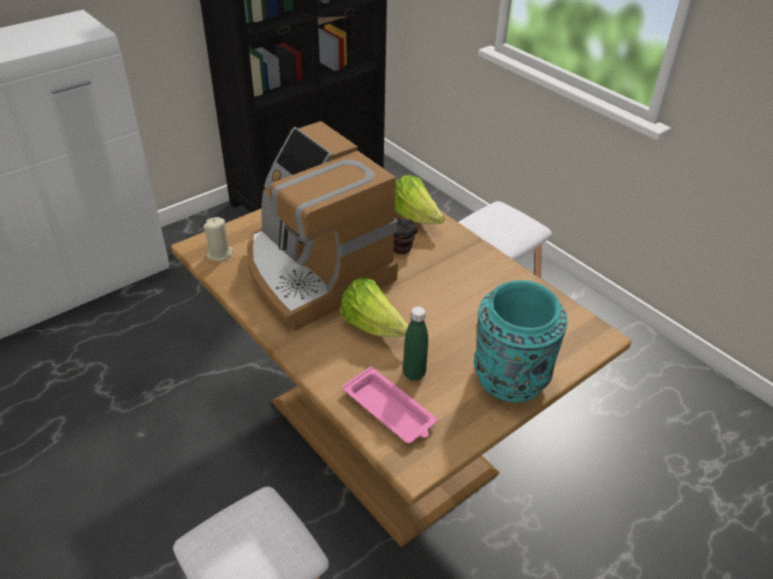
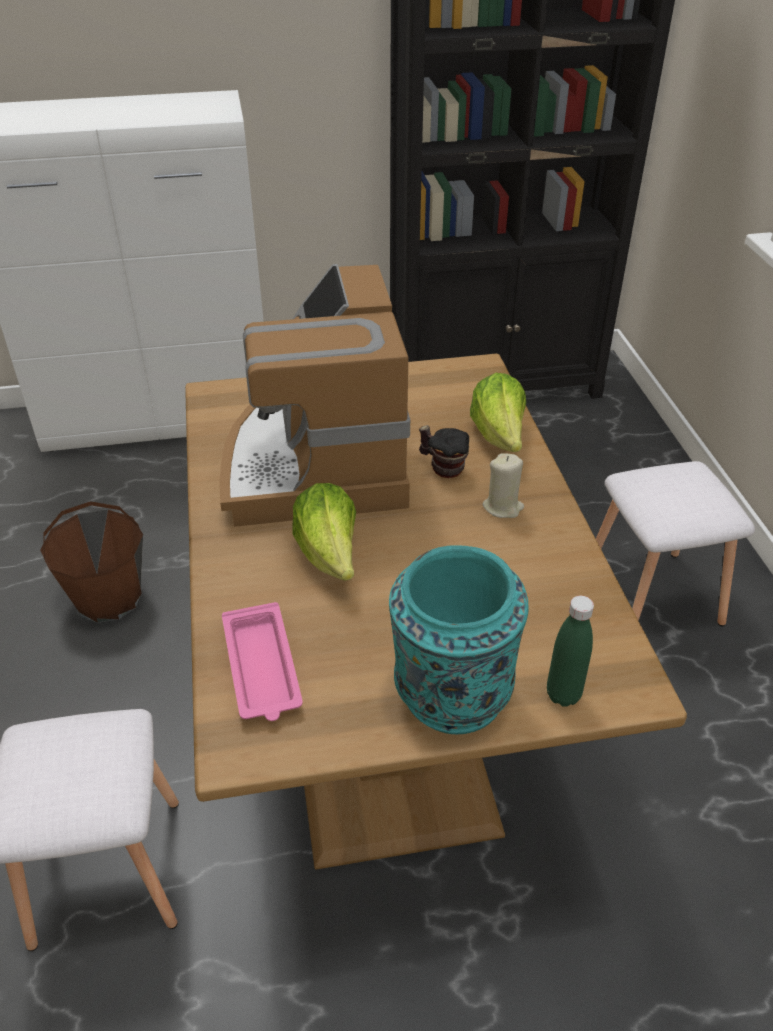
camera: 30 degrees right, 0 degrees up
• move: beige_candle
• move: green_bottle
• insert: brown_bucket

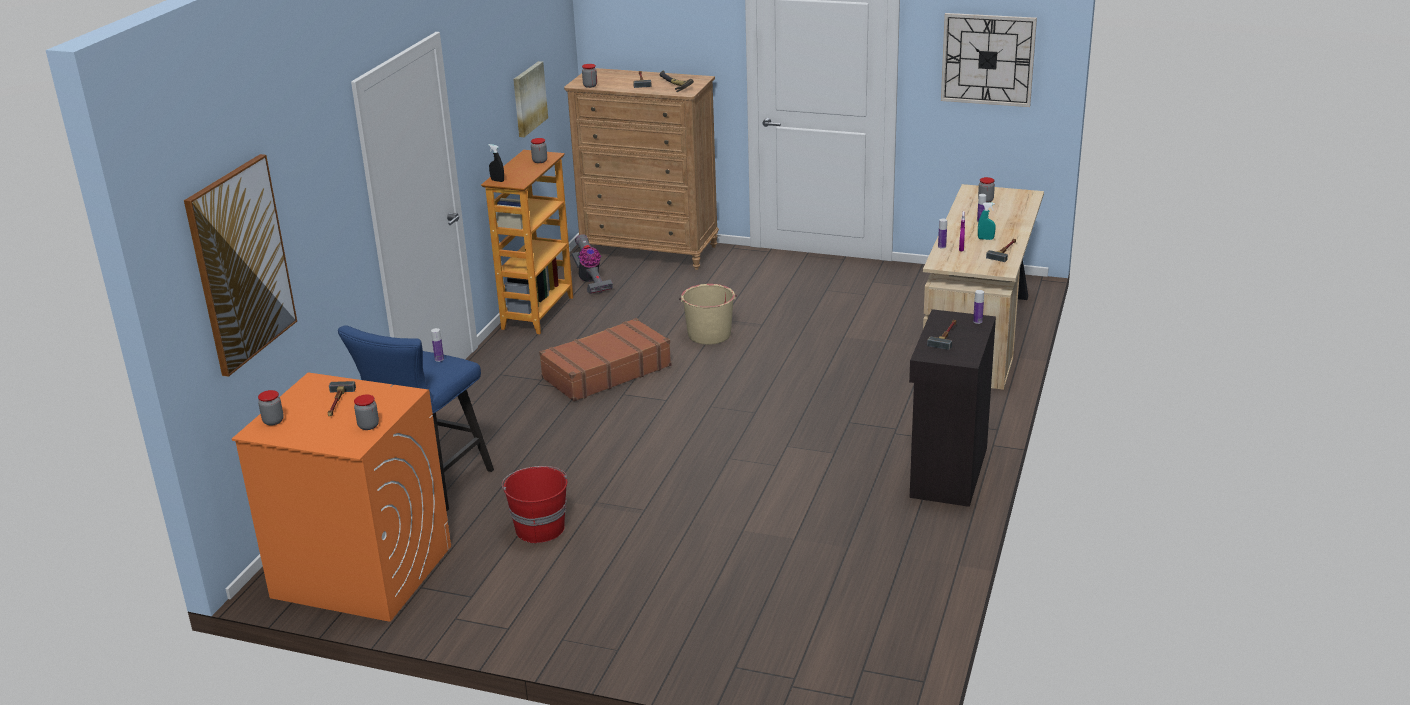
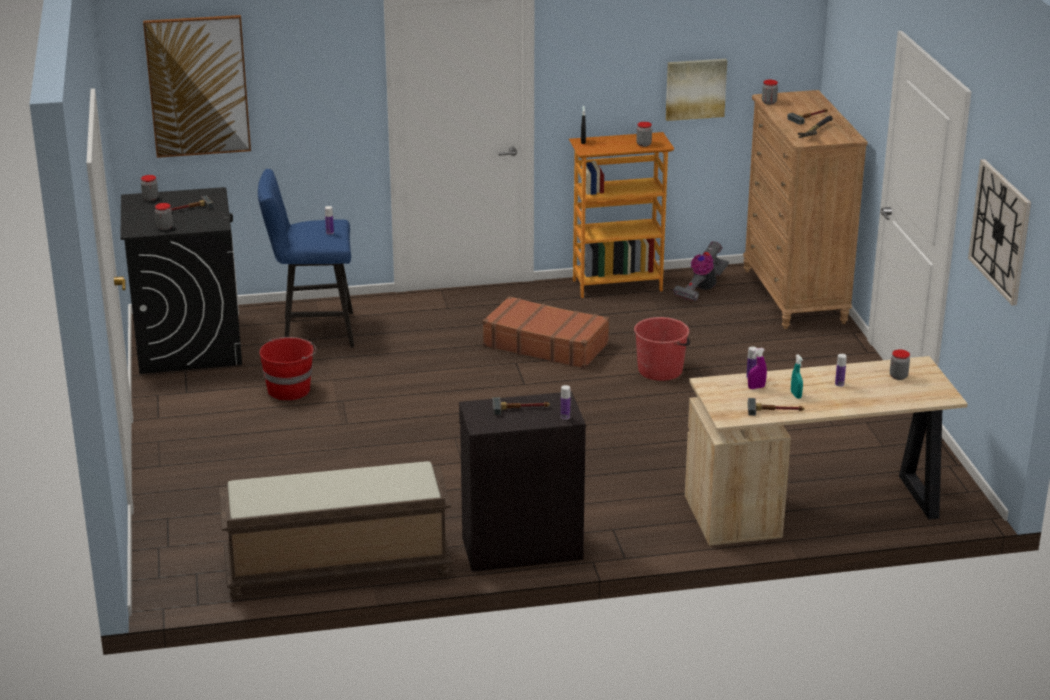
camera: 60 degrees right, 0 degrees up
• recolor: orange_washing_machine to black_washing_machine
• recolor: beige_bucket to red_bucket (2nd from left)
• insert: brown_bench

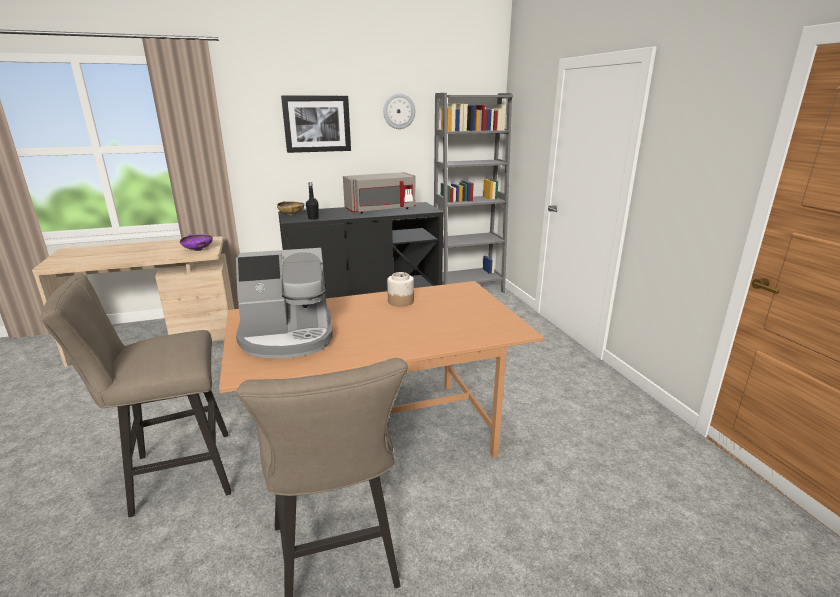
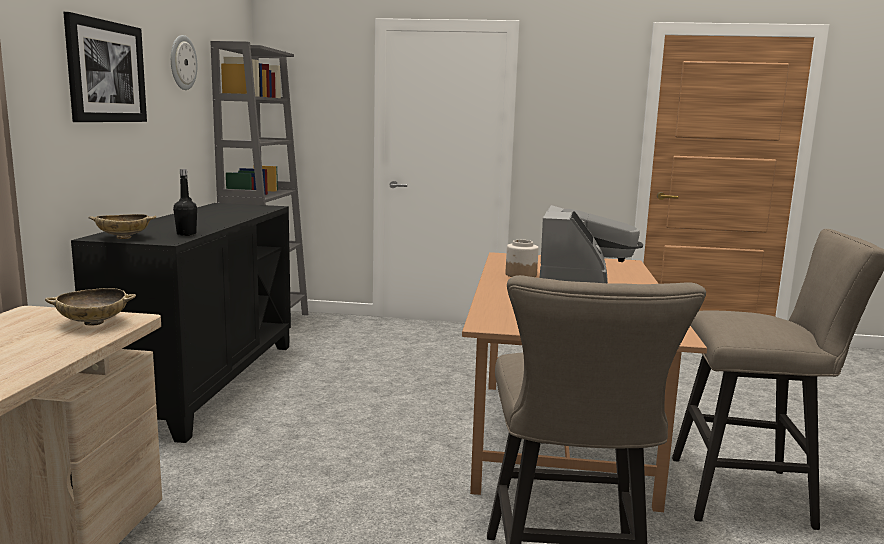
camera: 65 degrees left, 10 degrees down
• recolor: purple_bowl to beige_bowl (1st from left)
• delete: grey_microwave

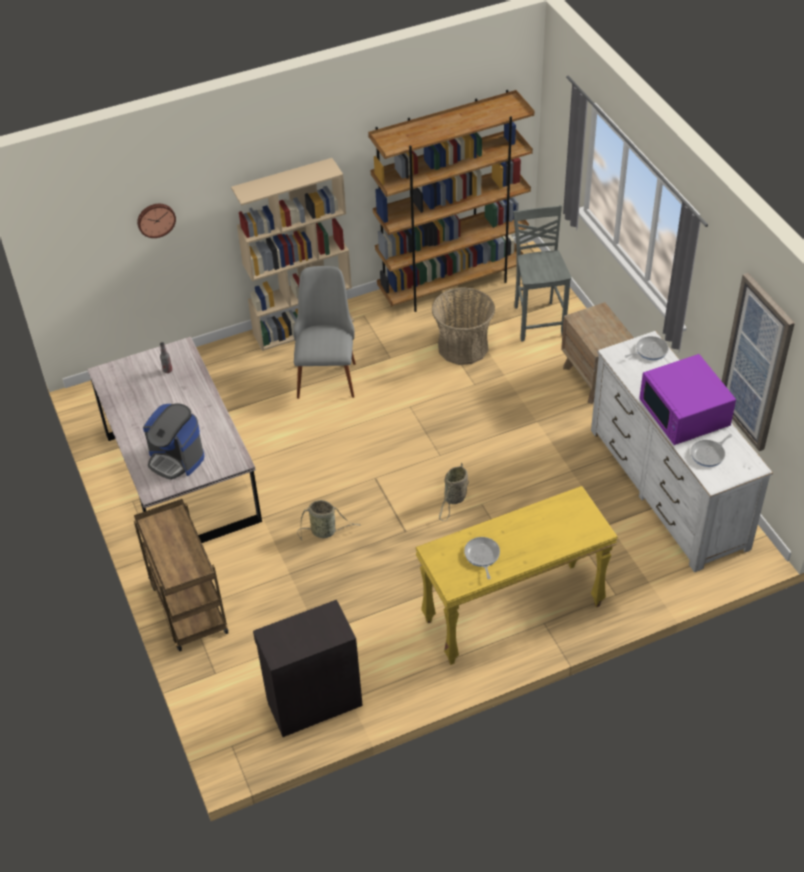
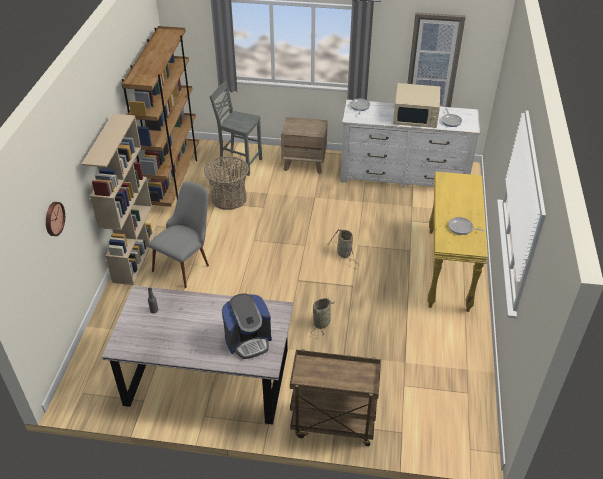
camera: 60 degrees left, 5 degrees down
• delete: black_cabinet
• rotate: grey_chair (1st from left) 90 degrees clockwise
• recolor: purple_microwave to beige_microwave

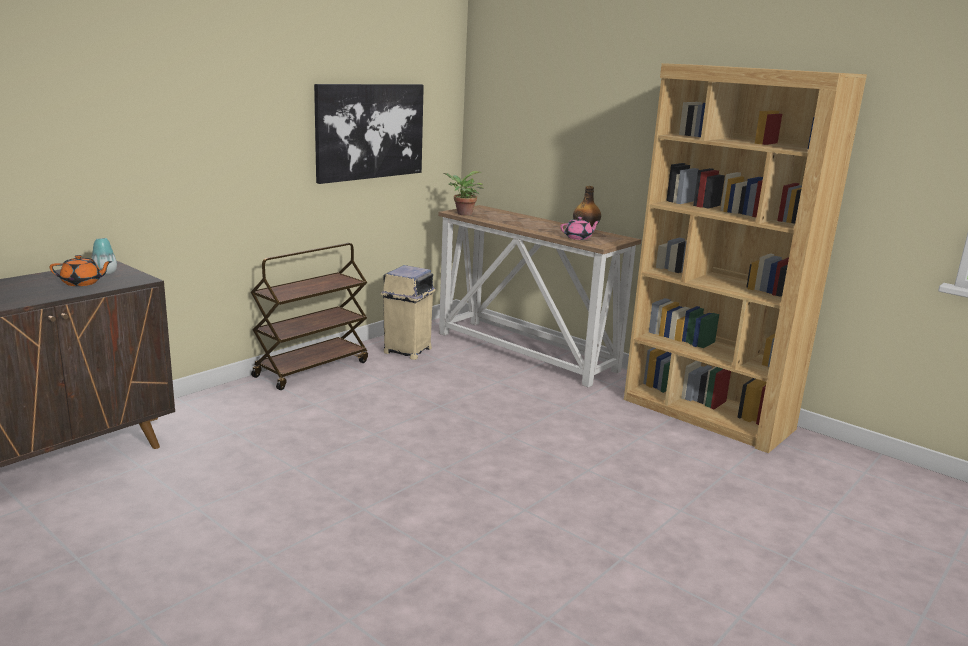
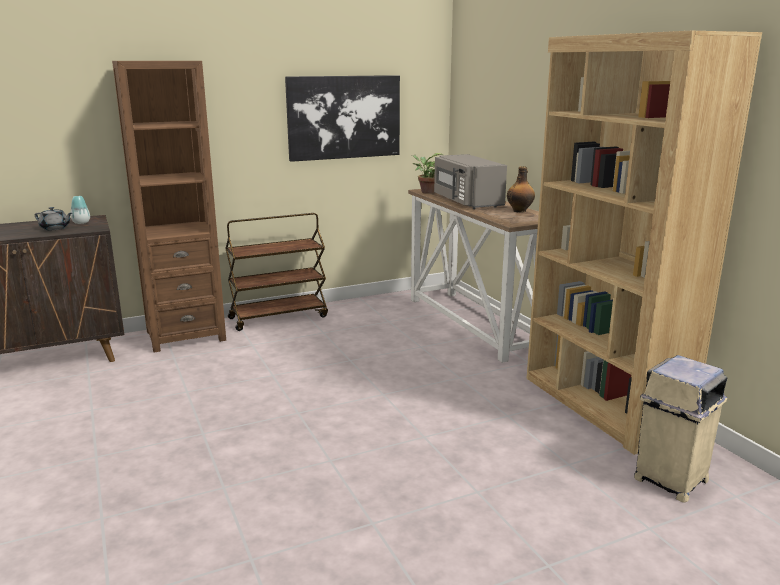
camera: 25 degrees right, 0 degrees up
• recolor: orange_teapot to grey_teapot
• move: beige_trash_can
• delete: pink_teapot
• insert: brown_bookcase (1st from left)
• insert: grey_microwave

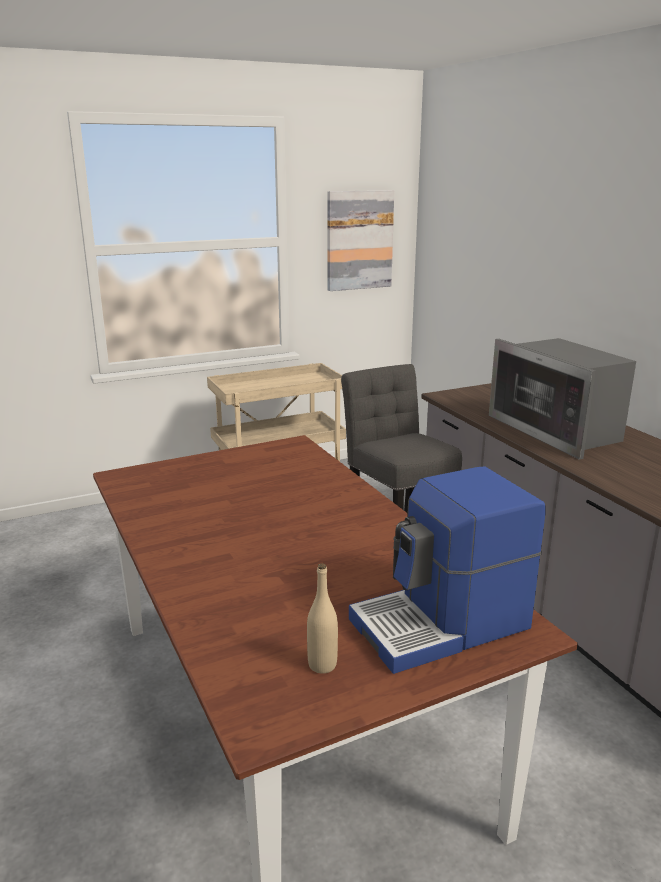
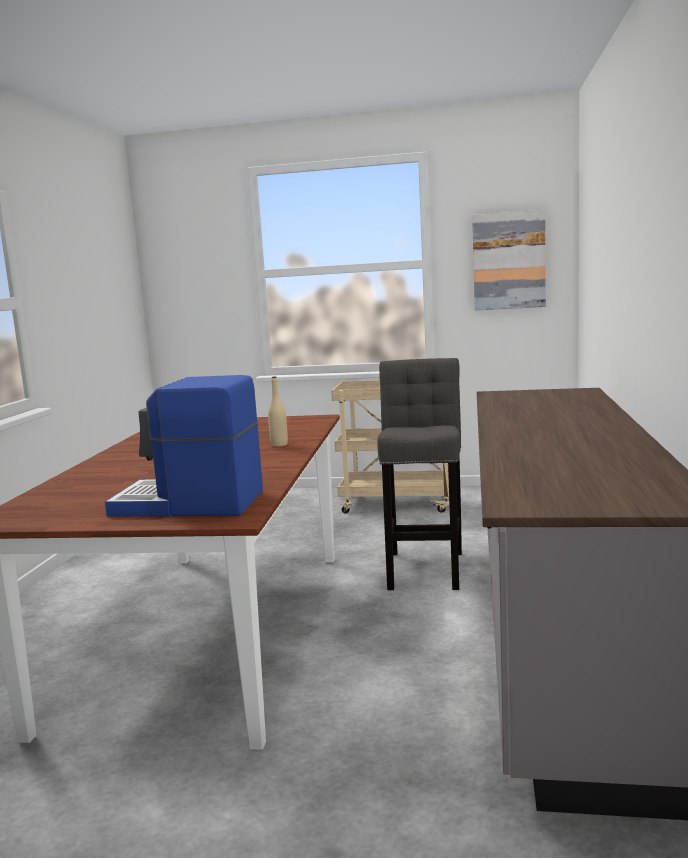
camera: 35 degrees right, 10 degrees down
• move: beige_bottle
• delete: microwave

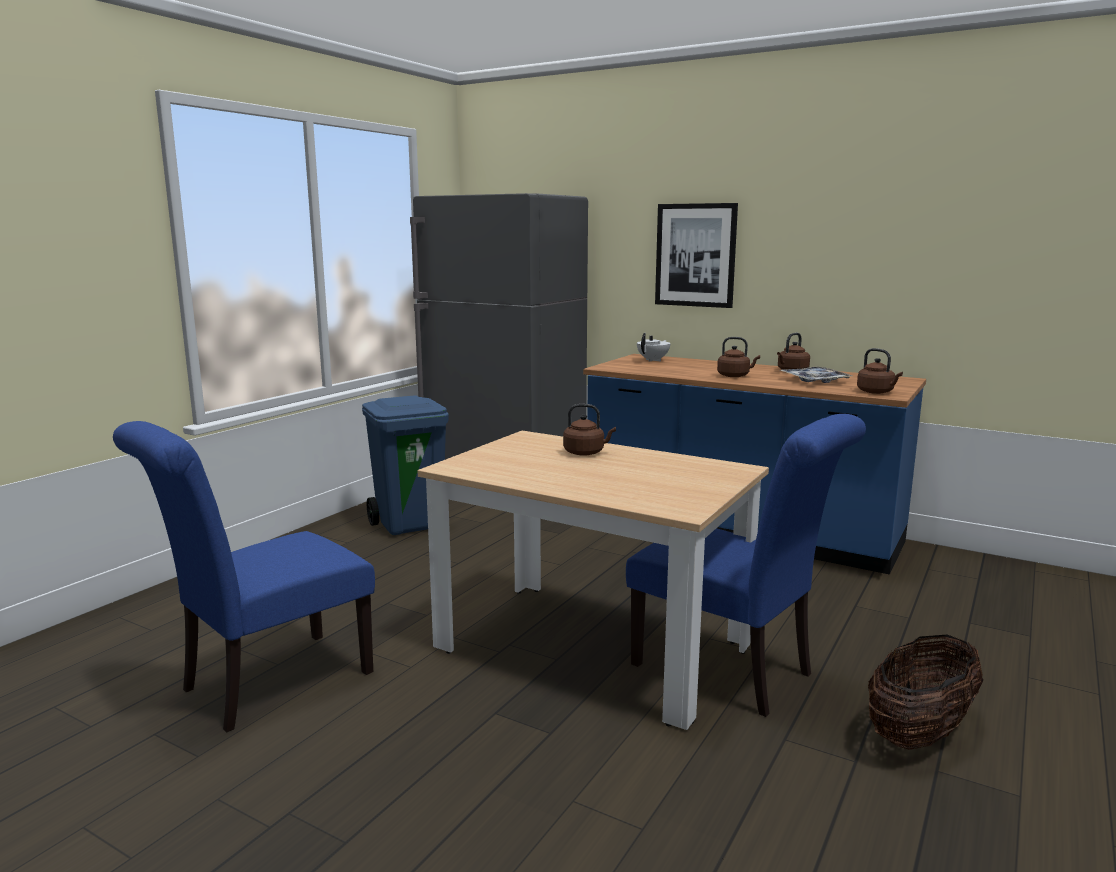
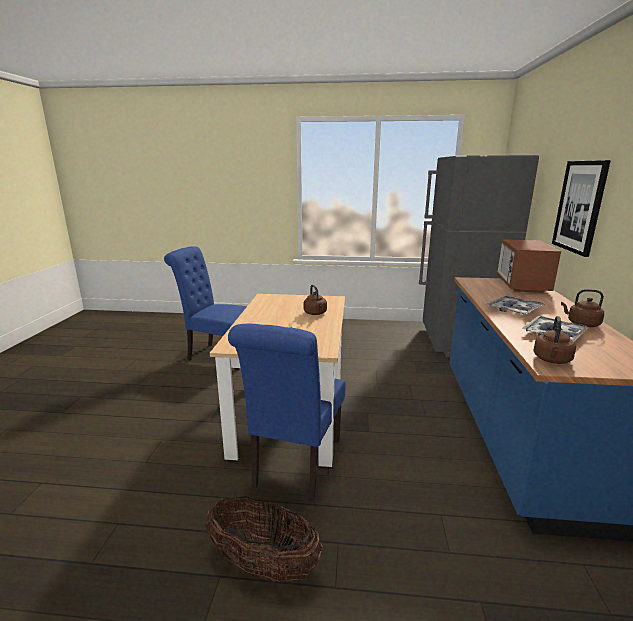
camera: 65 degrees right, 5 degrees up
• delete: blue_trash_can
• replace: white_teapot to microwave
• replace: brown_kettle (2nd from left) to tray (1st from left)

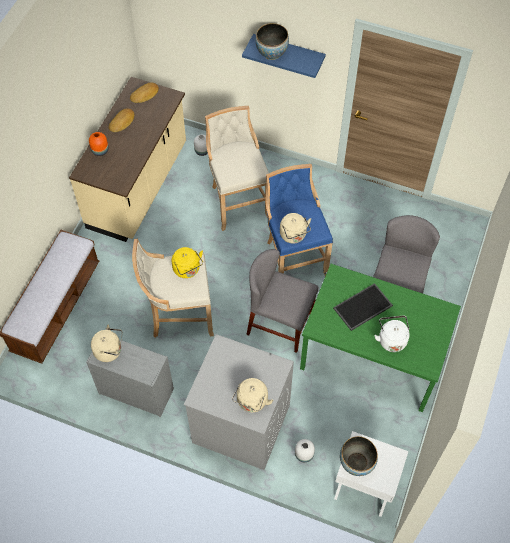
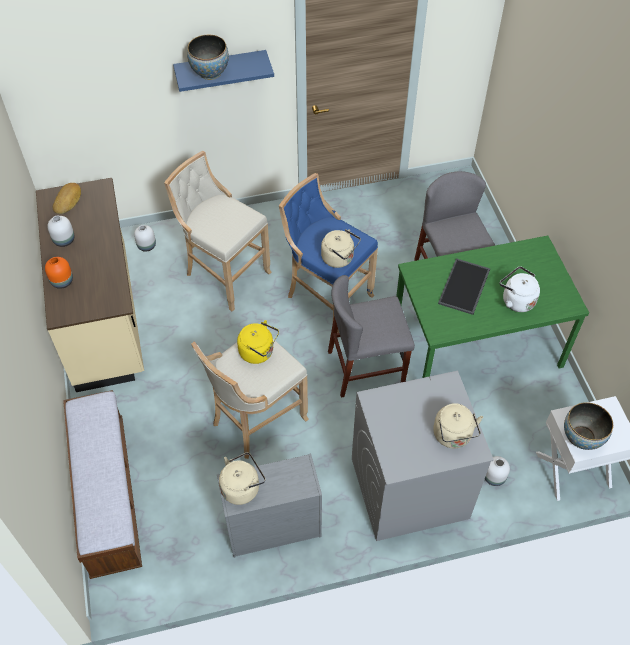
camera: 35 degrees left, 5 degrees down
• replace: bread (1st from left) to white_vase (1st from left)

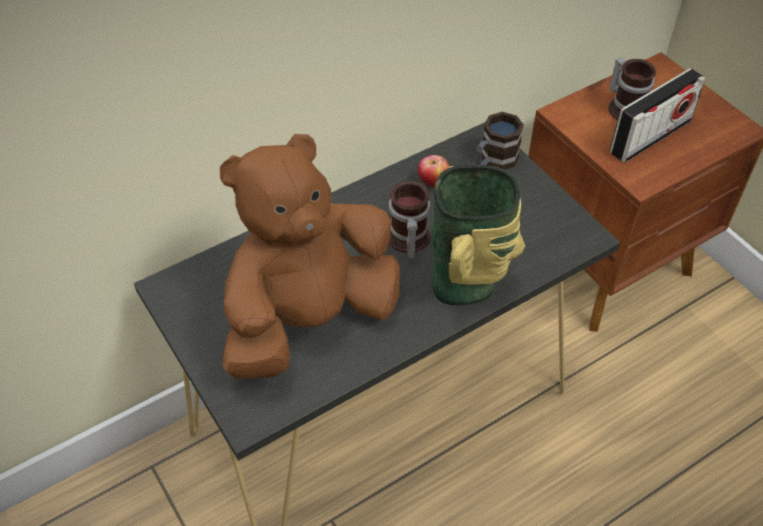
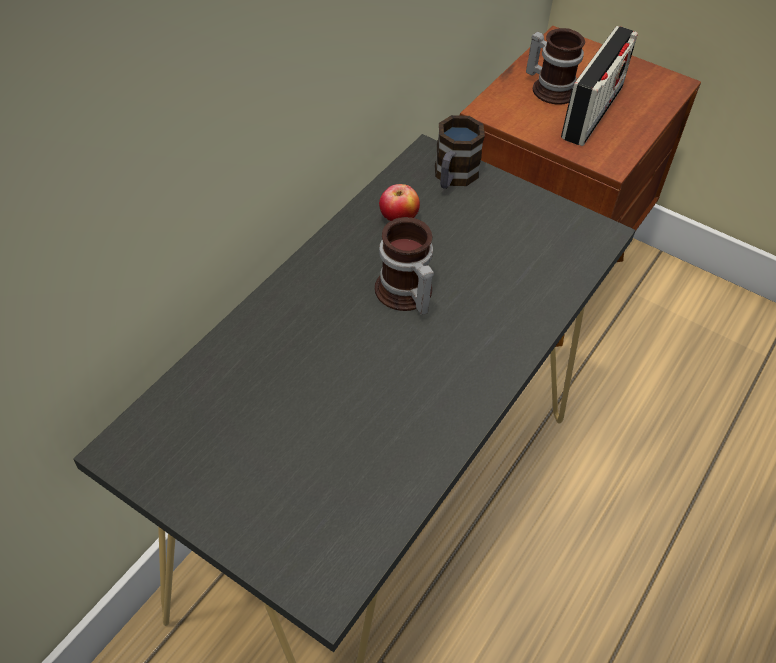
camera: 25 degrees left, 0 degrees up
• delete: brown_plush_toy
• delete: vase

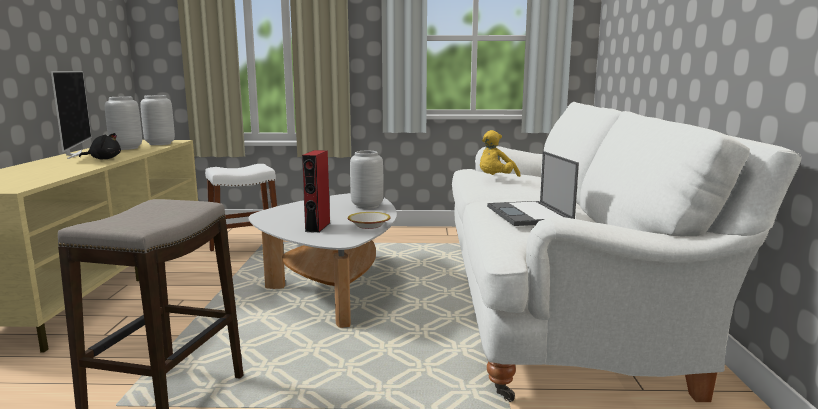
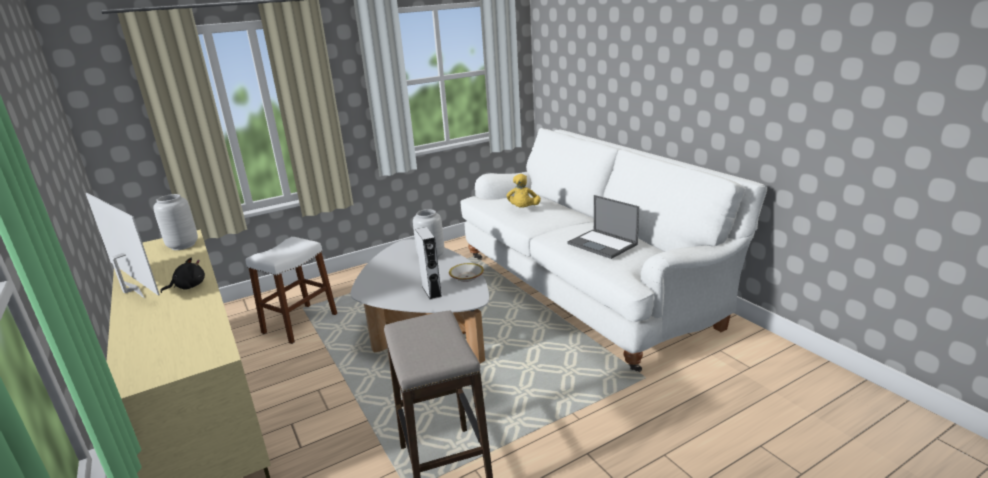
camera: 30 degrees left, 10 degrees up
• delete: grey_vase (1st from left)
• recolor: red_speaker to grey_speaker

